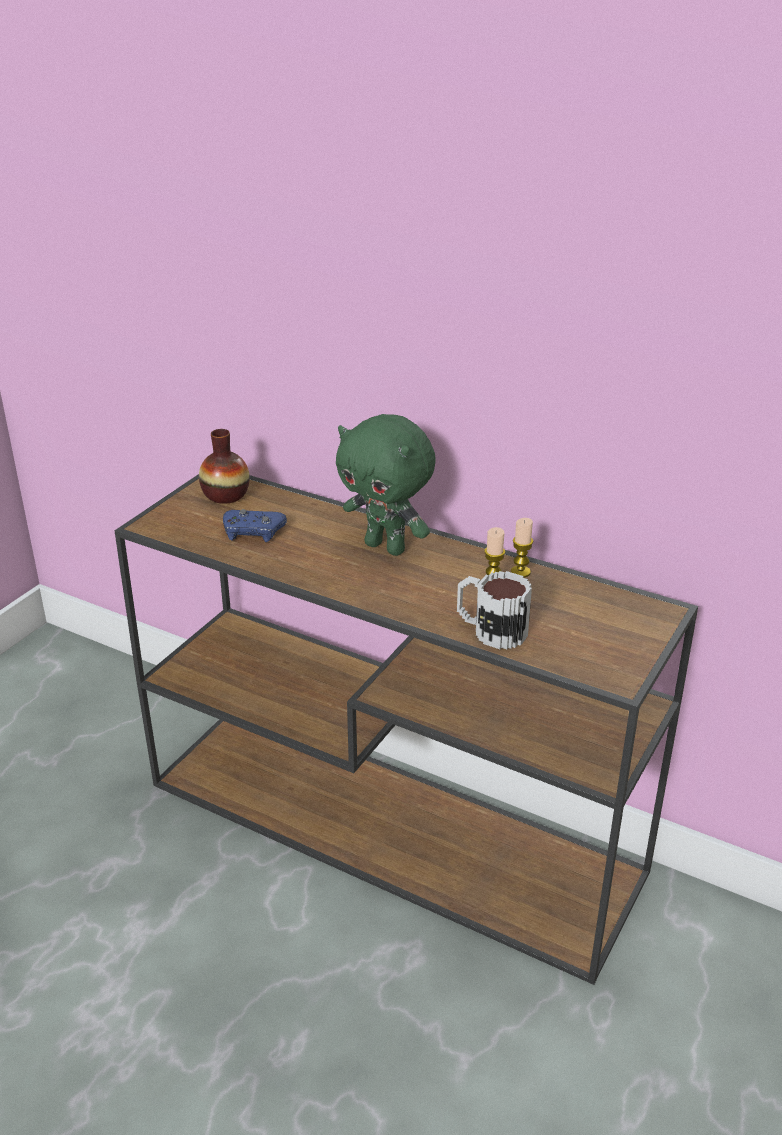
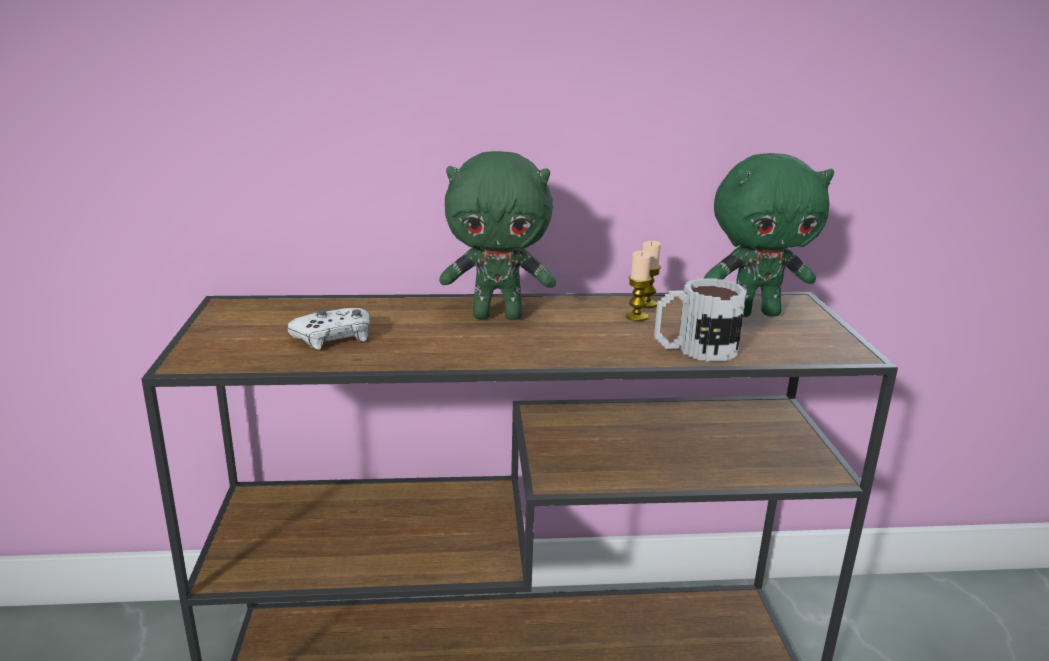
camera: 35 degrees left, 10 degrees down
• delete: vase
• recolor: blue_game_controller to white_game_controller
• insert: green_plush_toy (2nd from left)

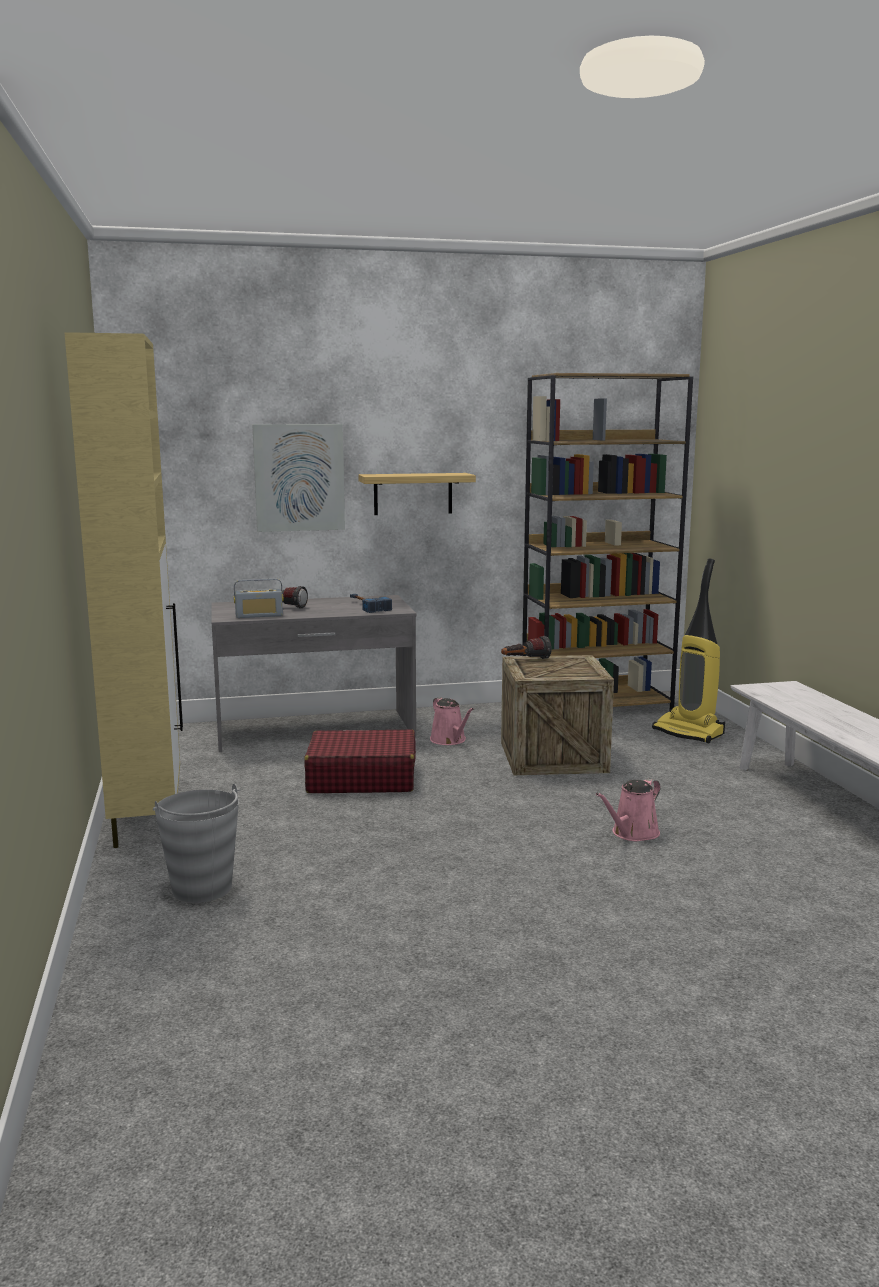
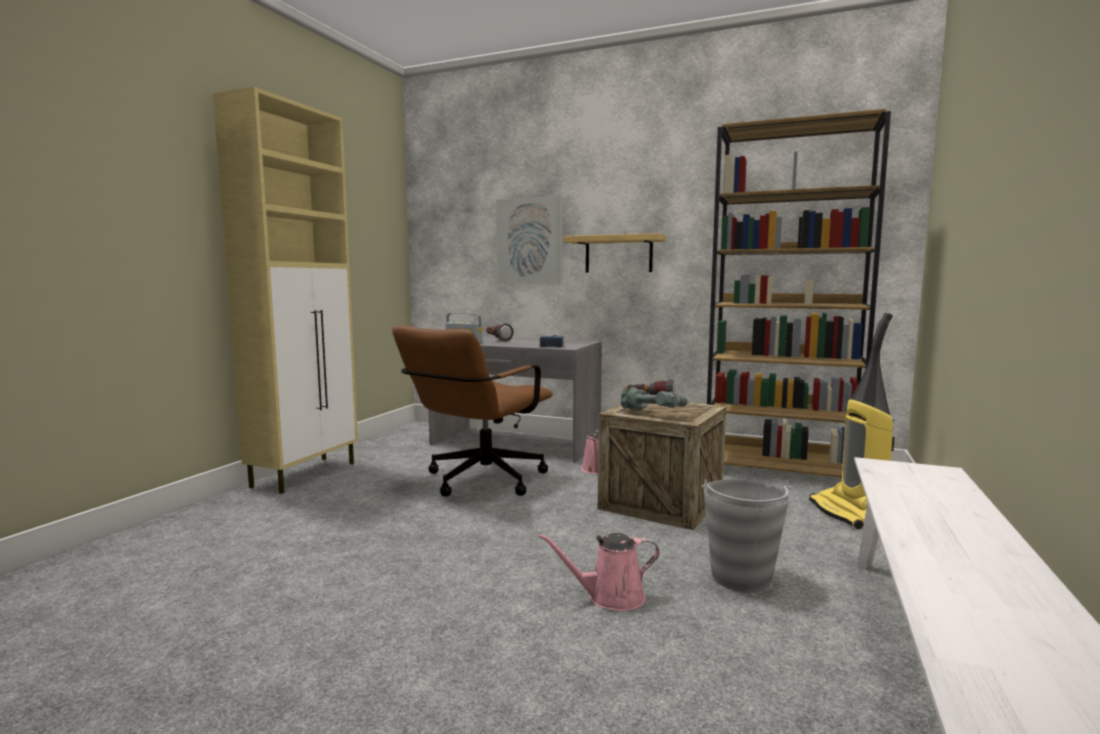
camera: 35 degrees right, 5 degrees down
• move: grey_bucket
• replace: red_suitcase to brown_office_chair
• insert: power_drill

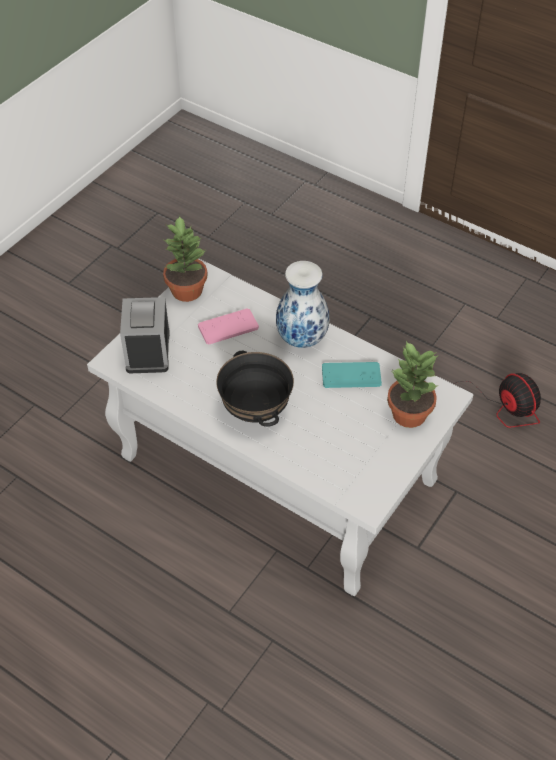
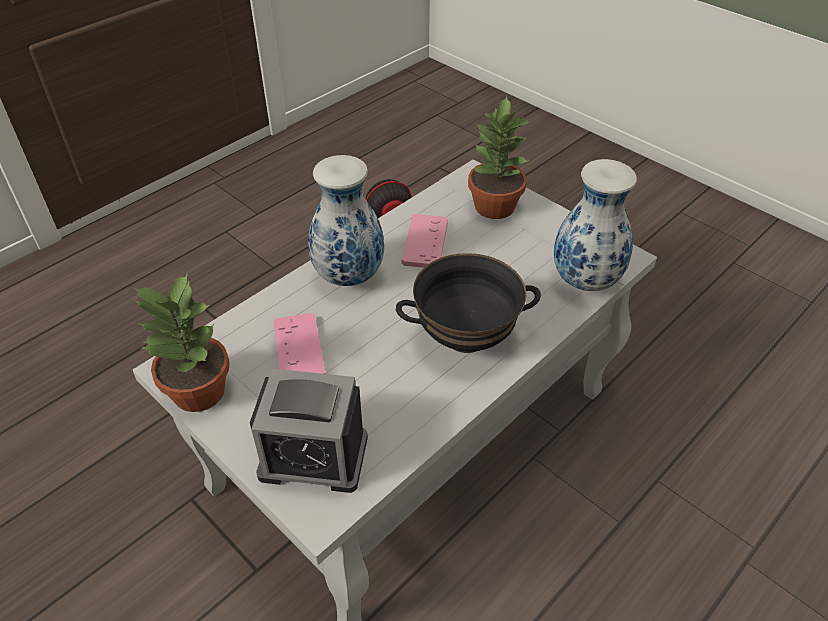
camera: 80 degrees left, 5 degrees down
• recolor: turquoise_game_controller to pink_game_controller (2nd from left)
• insert: vase (2nd from left)

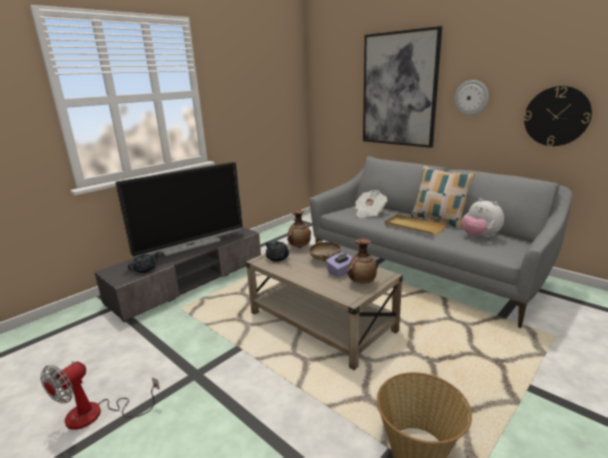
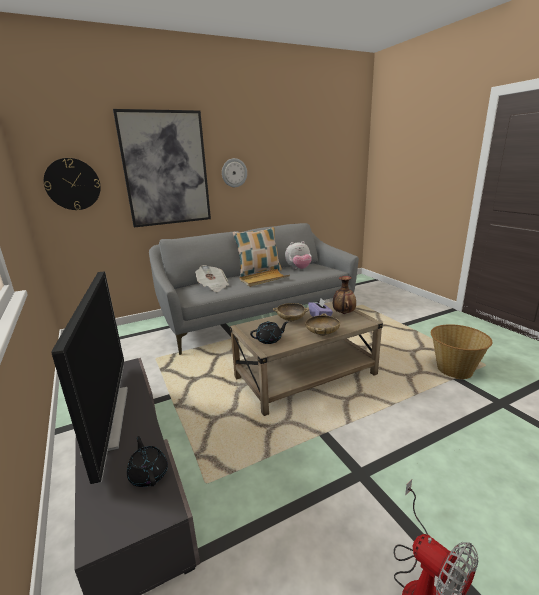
camera: 70 degrees left, 0 degrees up
• delete: vase (1st from left)
• move: wall_clock (2nd from left in the first image) to wall_clock (1st from left)
• insert: beige_bowl (2nd from left)

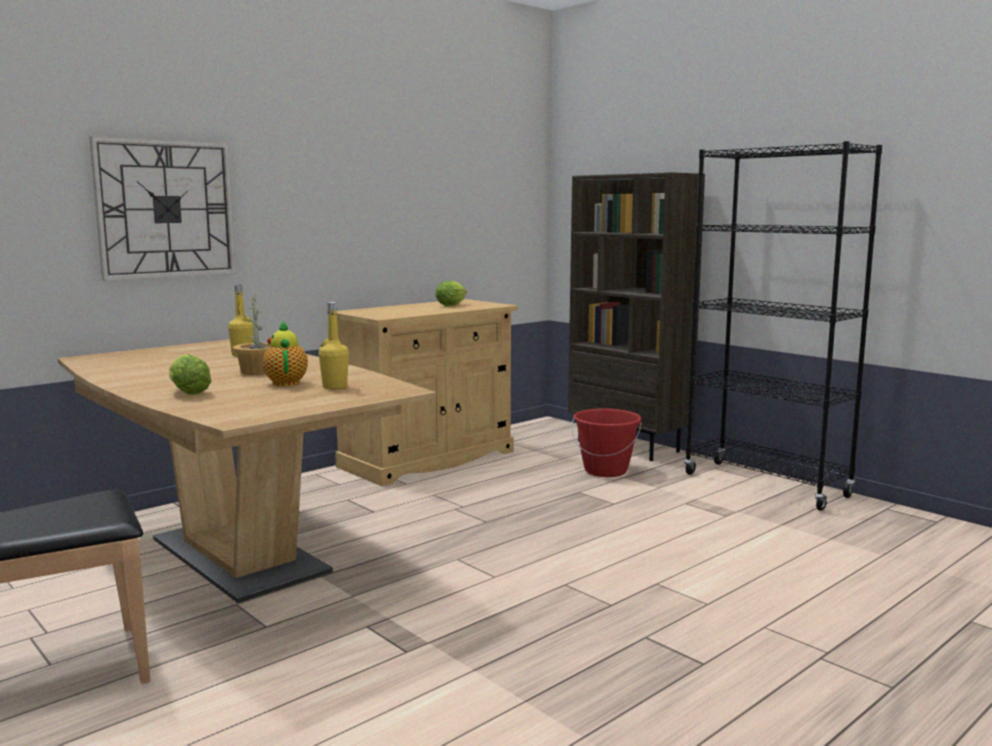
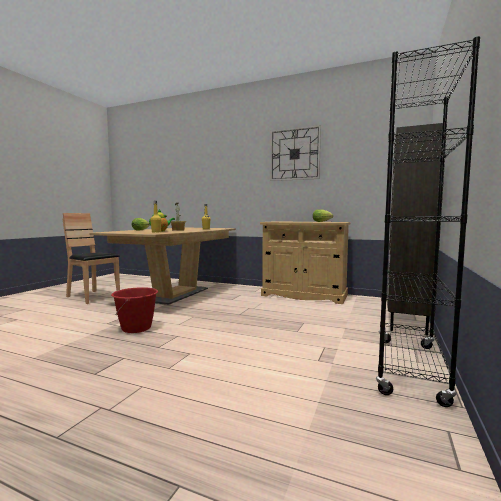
camera: 65 degrees right, 5 degrees down
• move: wall_clock
• move: red_bucket

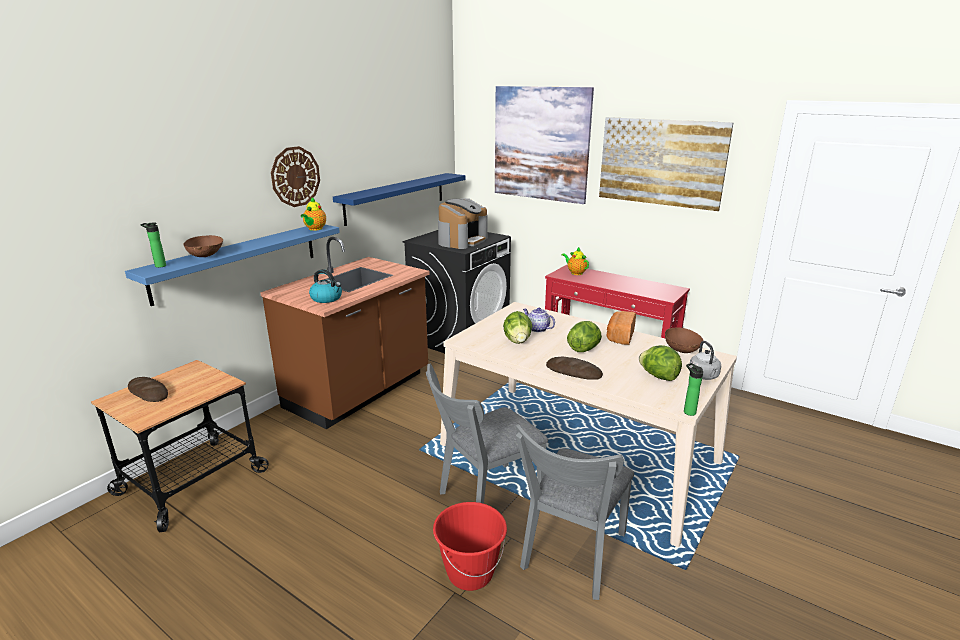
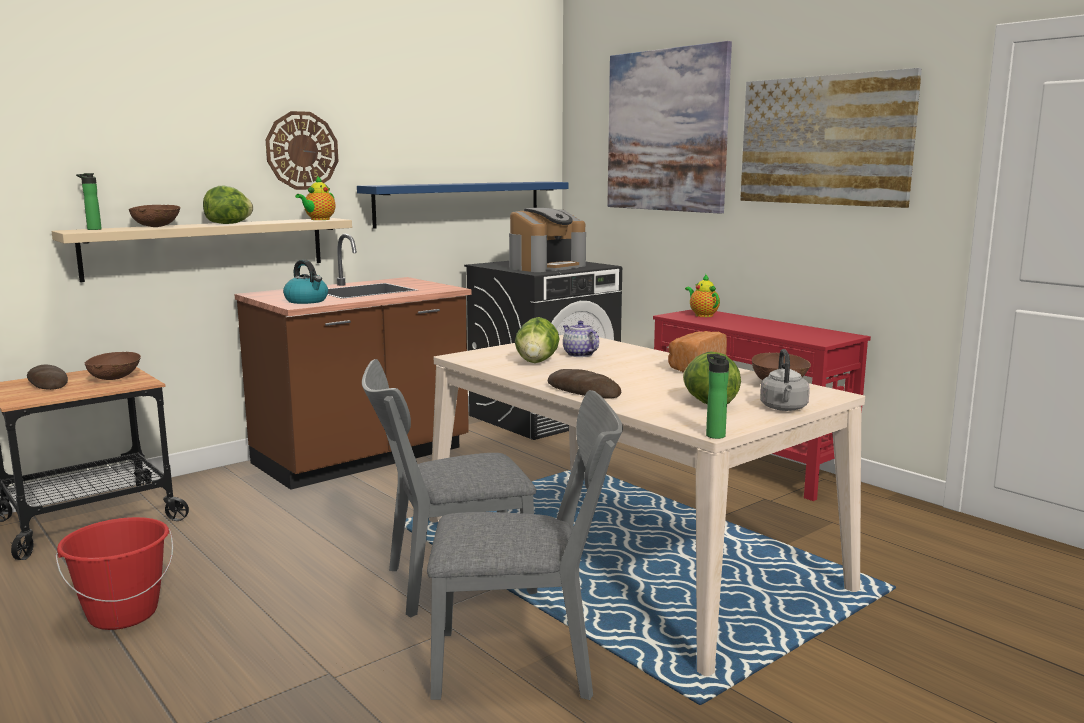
camera: 15 degrees right, 10 degrees down
• recolor: blue_shelf (1st from left) to beige_shelf
• move: red_bucket
• rotate: grey_chair (2nd from left) 135 degrees counterclockwise
• move: lettuce (2nd from left in the first image) to lettuce (1st from left)
• insert: brown_bowl (1st from left)

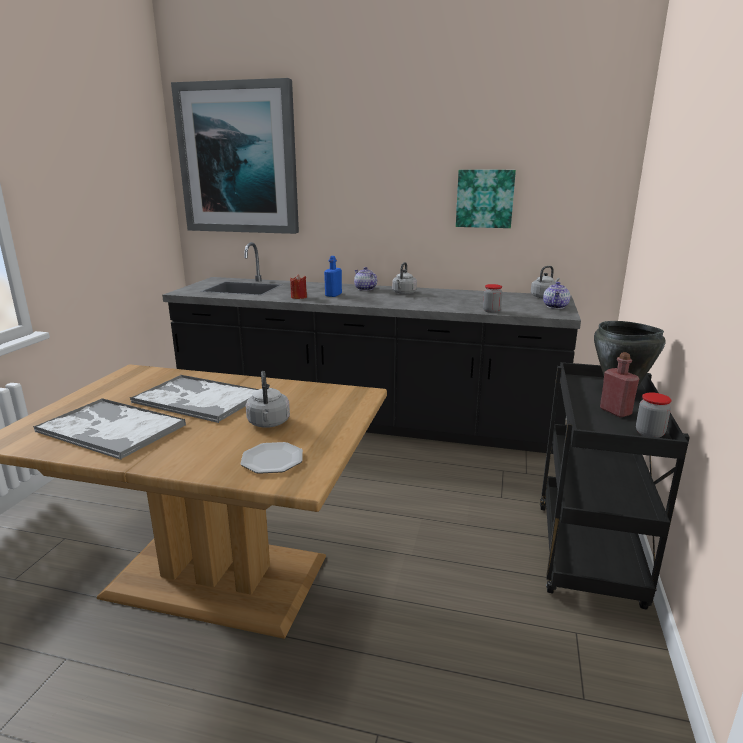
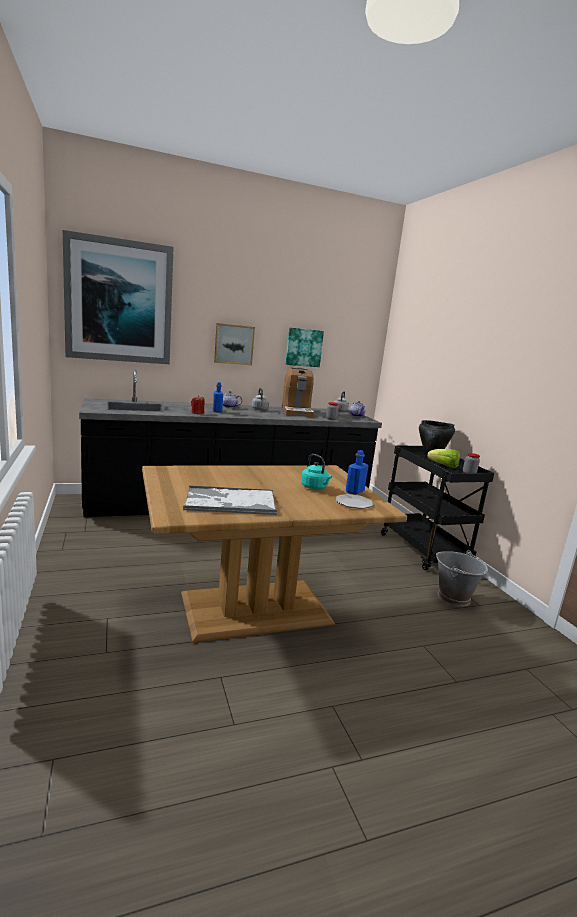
camera: 35 degrees left, 5 degrees down
• delete: tray (2nd from left)
• recolor: grey_kettle (1st from left) to turquoise_kettle
• replace: red_bottle to lettuce
• insert: picture (2nd from left)
• insert: coffee_machine
• insert: blue_bottle (2nd from left)
• insert: grey_bucket

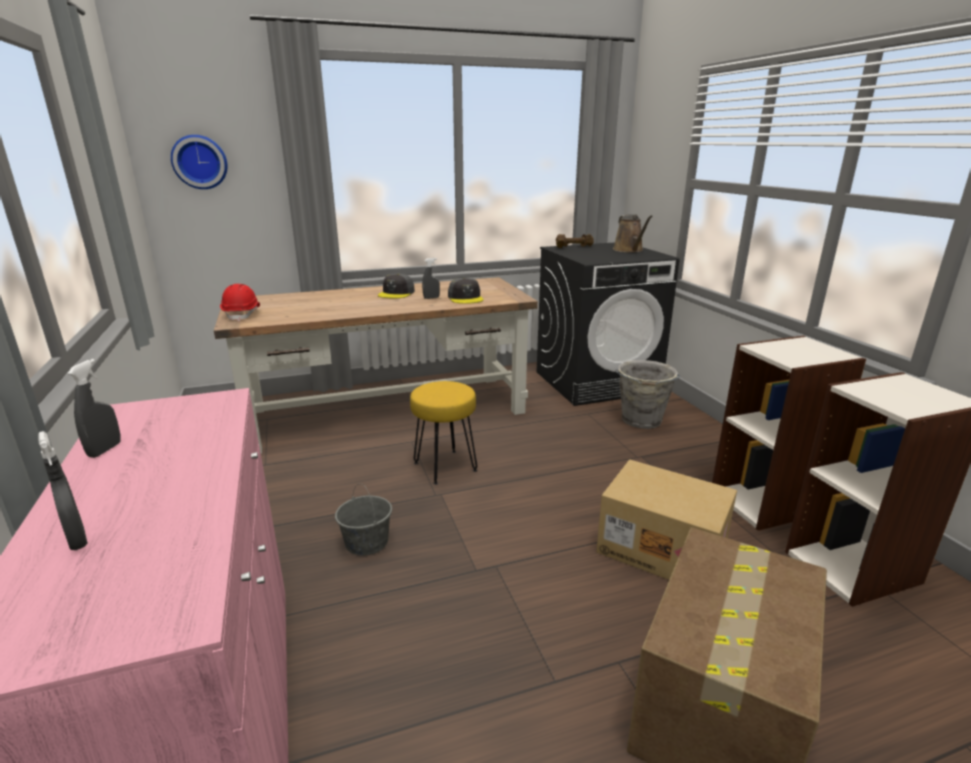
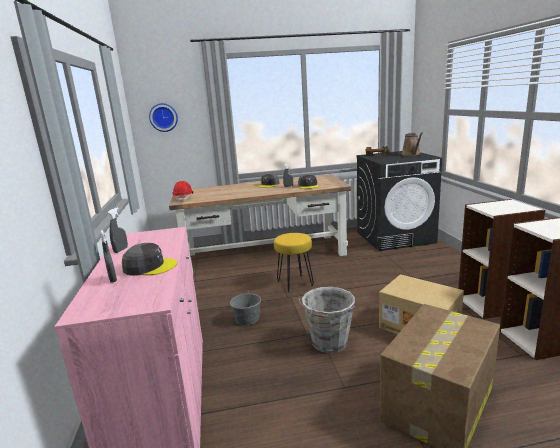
camera: 10 degrees right, 5 degrees down
• move: grey_bucket (2nd from left)
• insert: grey_cap (1st from left)

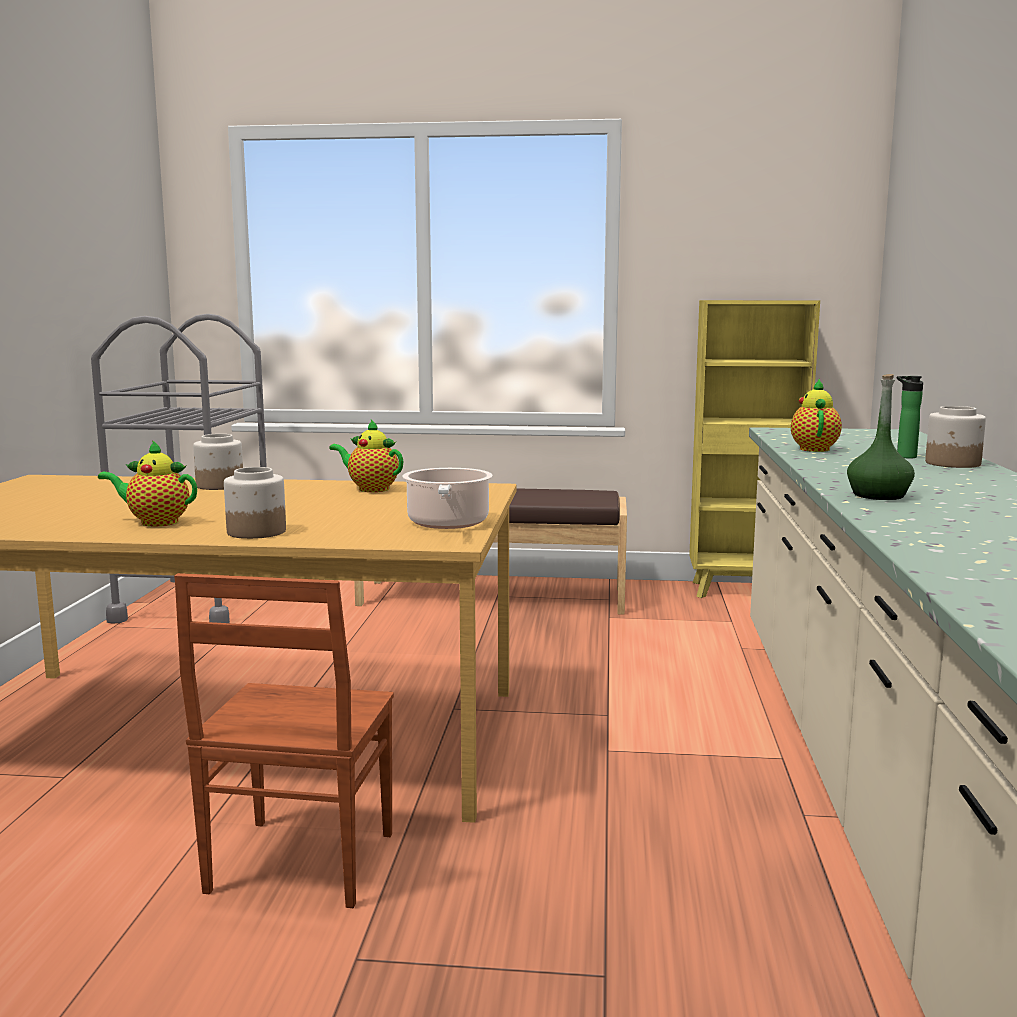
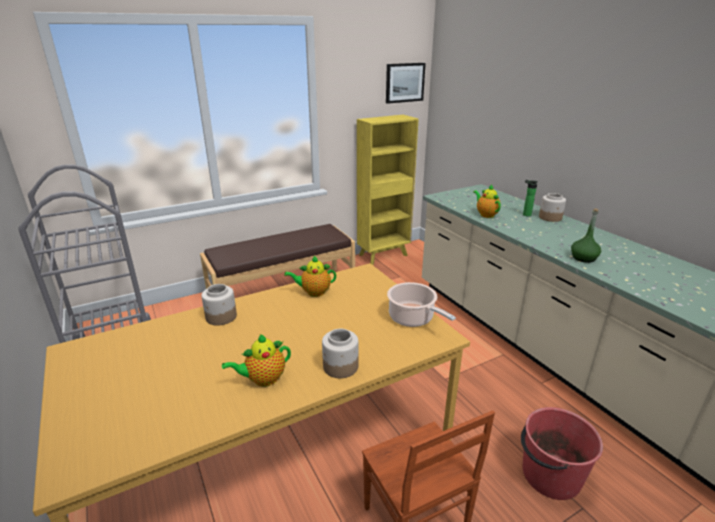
camera: 35 degrees left, 15 degrees up
• insert: picture
• insert: red_bucket

